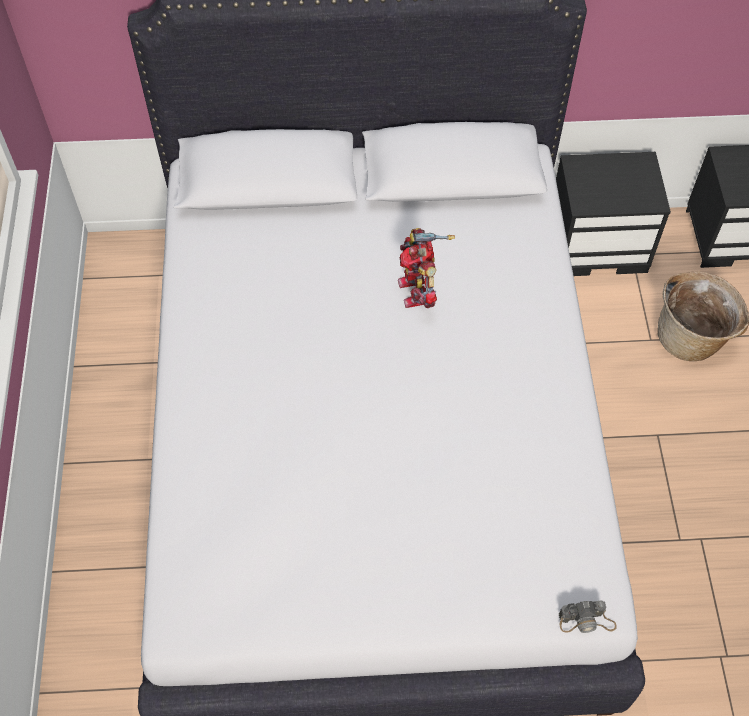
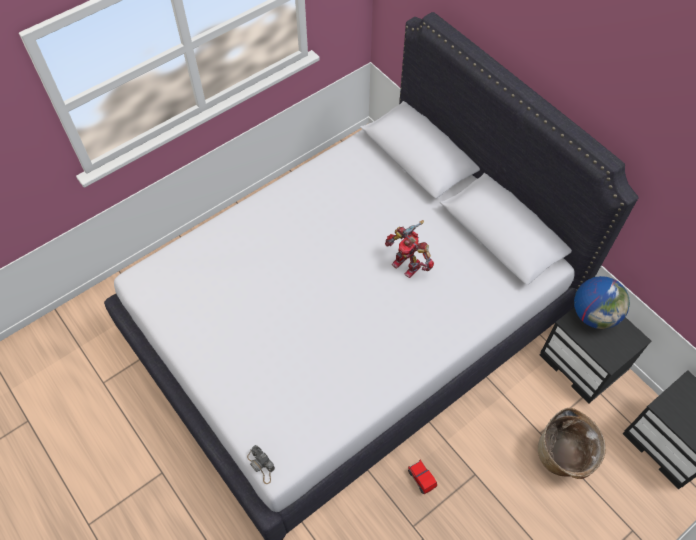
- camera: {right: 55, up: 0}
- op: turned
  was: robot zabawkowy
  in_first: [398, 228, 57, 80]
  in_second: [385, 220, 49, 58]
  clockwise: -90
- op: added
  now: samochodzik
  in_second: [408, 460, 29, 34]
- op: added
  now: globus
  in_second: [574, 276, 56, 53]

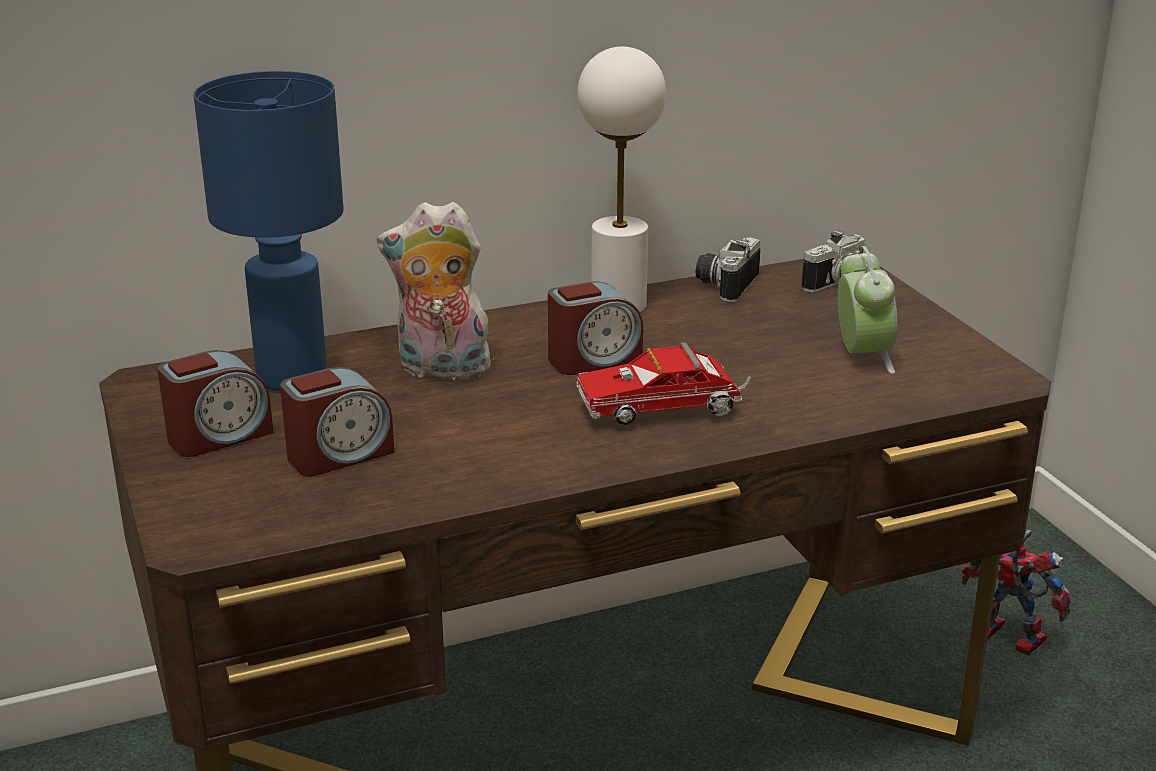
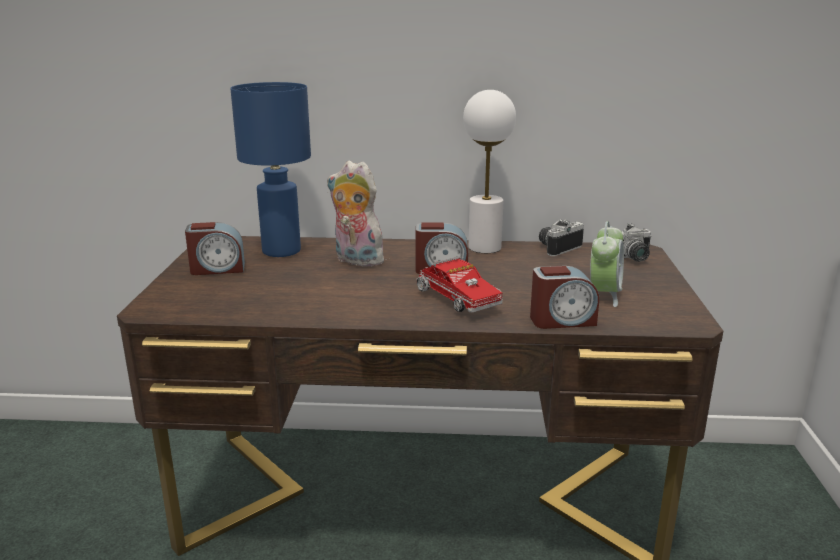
- camera: {right: 25, up: -5}
- op: turned
  was: ciężarówka zabawkowa
  in_first: [576, 342, 175, 83]
  in_second: [417, 256, 86, 57]
  clockwise: -135
- op: moved
  was: budzik
  in_first: [280, 367, 114, 109]
  in_second: [530, 266, 69, 63]
- op: removed
  was: robot zabawkowy
  in_first: [962, 530, 108, 126]

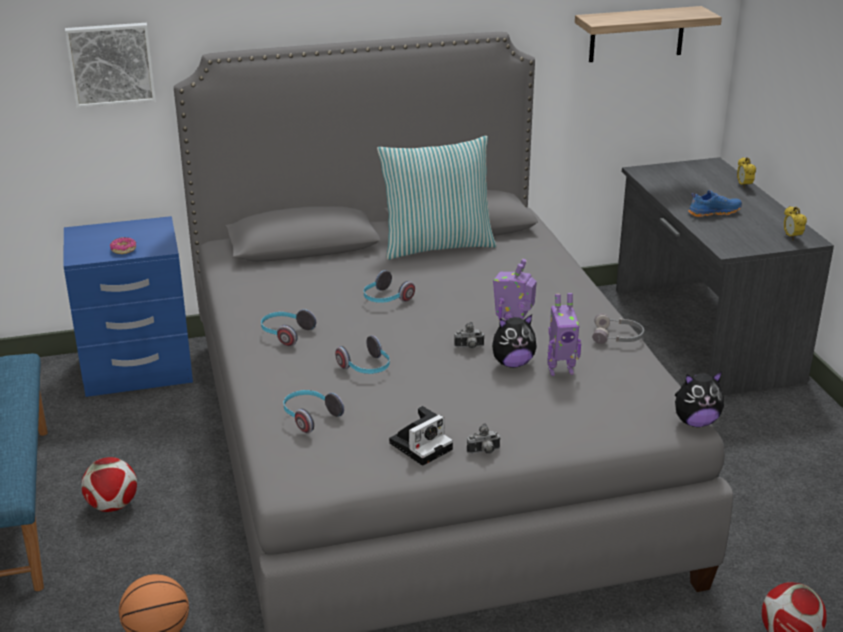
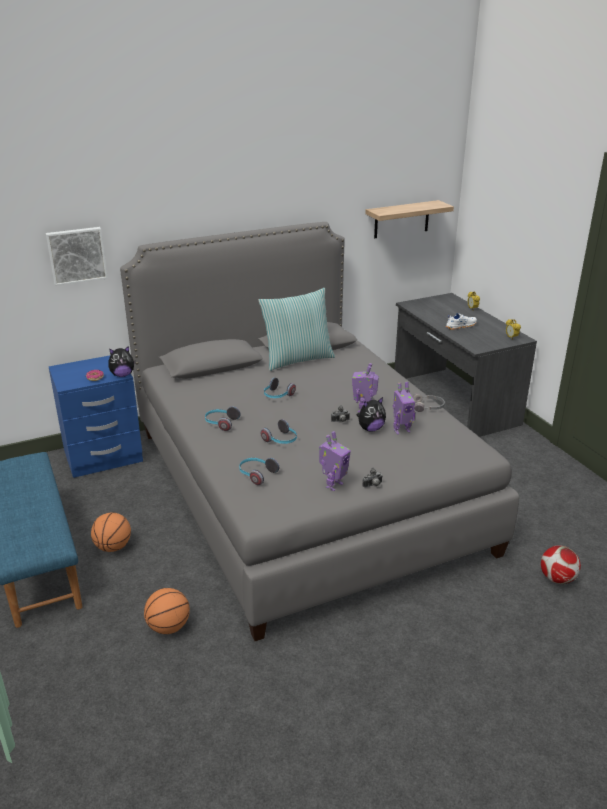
- camera: {right: -10, up: 0}
- op: replaced
  was: piłka futbolowa
  now: piłka do koszykówki
  in_first: [81, 457, 56, 55]
  in_second: [91, 512, 40, 40]
- op: moved
  was: pluszak
  in_first: [675, 371, 49, 56]
  in_second: [108, 346, 27, 31]
- op: replaced
  was: aparat fotograficzny
  now: robot zabawkowy
  in_first: [389, 406, 64, 60]
  in_second: [319, 431, 32, 60]
- op: recoloured
  was: but/niebieski
  now: but/biały
  in_first: [688, 190, 54, 27]
  in_second: [446, 313, 31, 17]

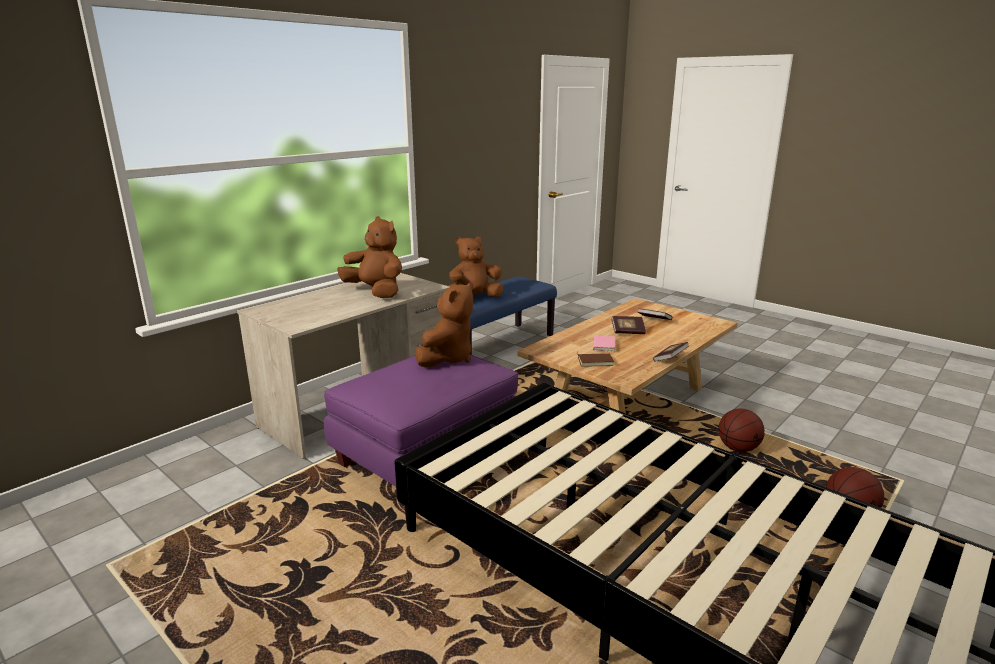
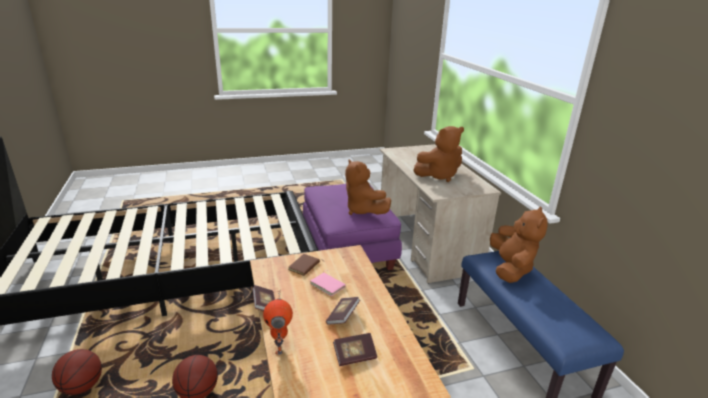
- camera: {right: 120, up: 5}
- op: added
  now: robot zabawkowy
  in_second: [263, 289, 30, 66]

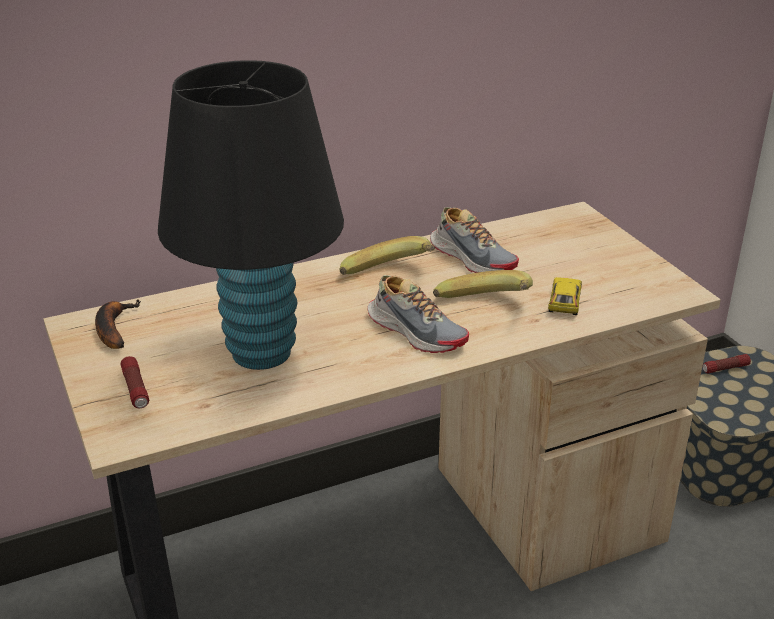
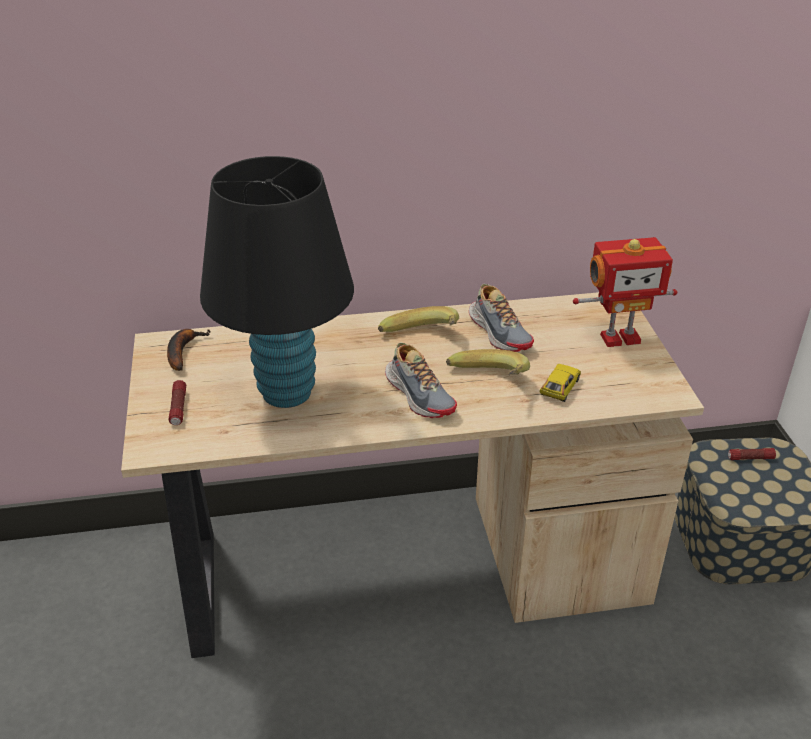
- camera: {right: 15, up: 5}
- op: added
  now: robot zabawkowy
  in_second: [573, 237, 105, 110]

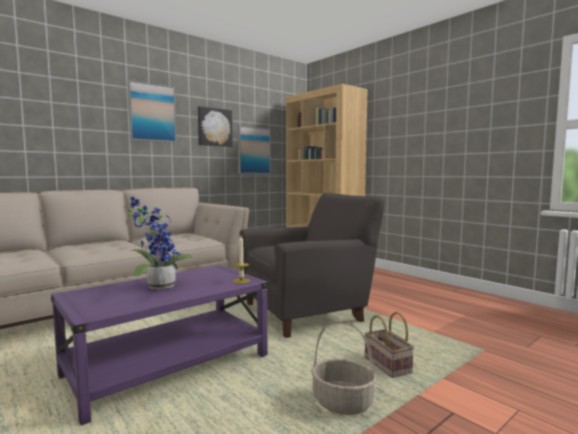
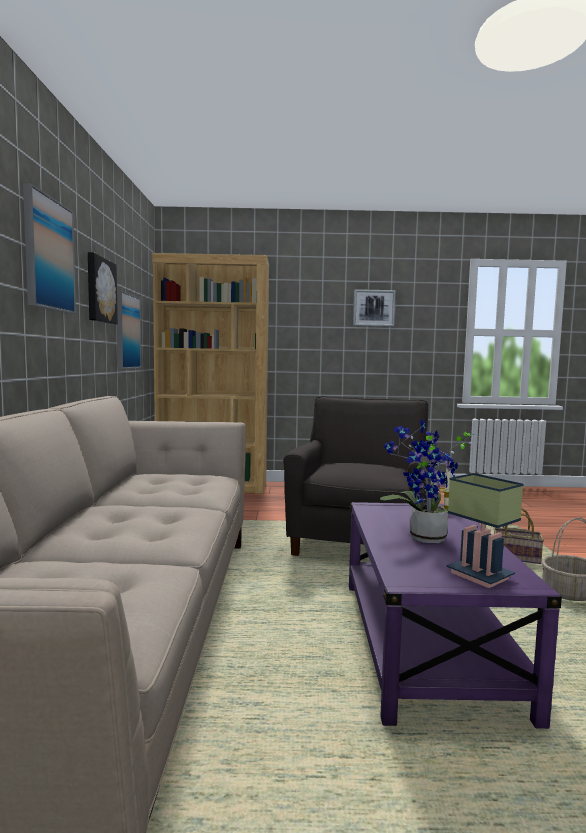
- camera: {right: -50, up: 0}
- op: added
  now: obraz
  in_second: [353, 289, 43, 38]
- op: added
  now: lampa stołowa
  in_second: [446, 473, 77, 115]

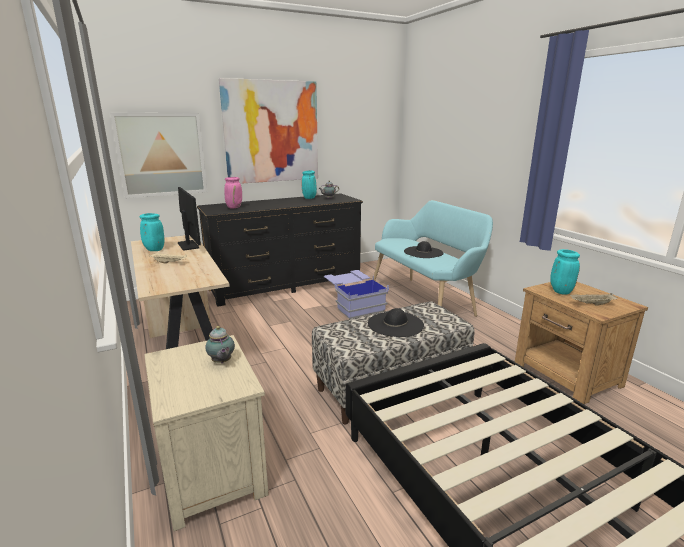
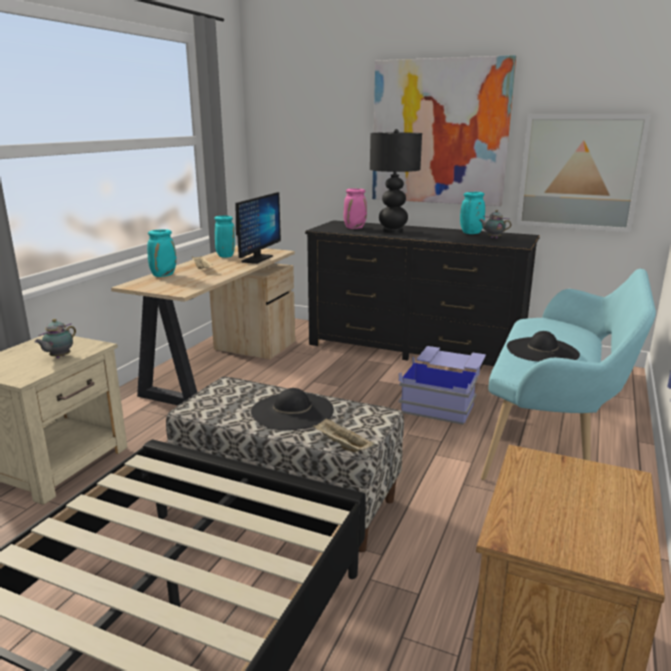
- camera: {right: 50, up: 0}
- op: moved
  was: wazon/turkusowy
  in_first: [550, 249, 30, 46]
  in_second: [147, 229, 30, 48]
- op: moved
  was: taca/beżowy
  in_first: [570, 293, 48, 13]
  in_second: [313, 418, 62, 34]
- op: added
  now: lampa stołowa/czarny
  in_second: [370, 129, 52, 104]
- op: moved
  was: obraz
  in_first: [110, 113, 97, 85]
  in_second: [516, 115, 135, 117]

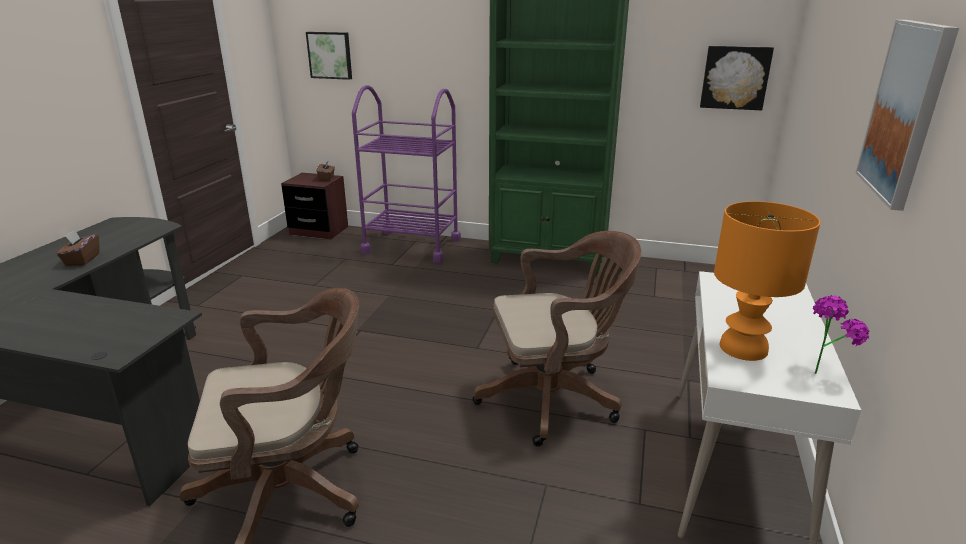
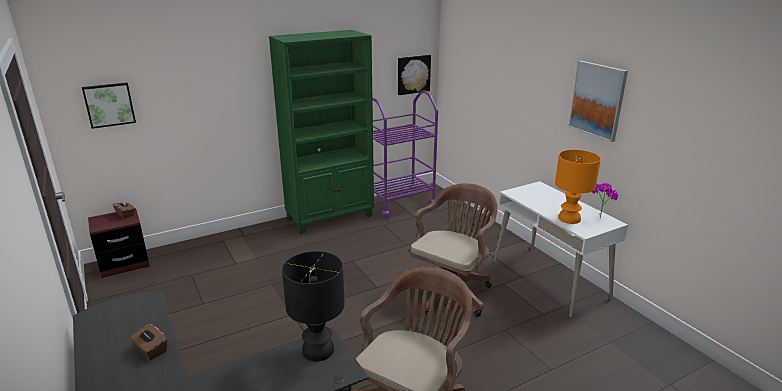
- camera: {right: -45, up: 0}
- op: added
  now: lampa stołowa/czarny
  in_second: [282, 251, 63, 110]
- op: moved
  was: wózek/fioletowy
  in_first: [352, 85, 109, 178]
  in_second: [372, 90, 66, 129]

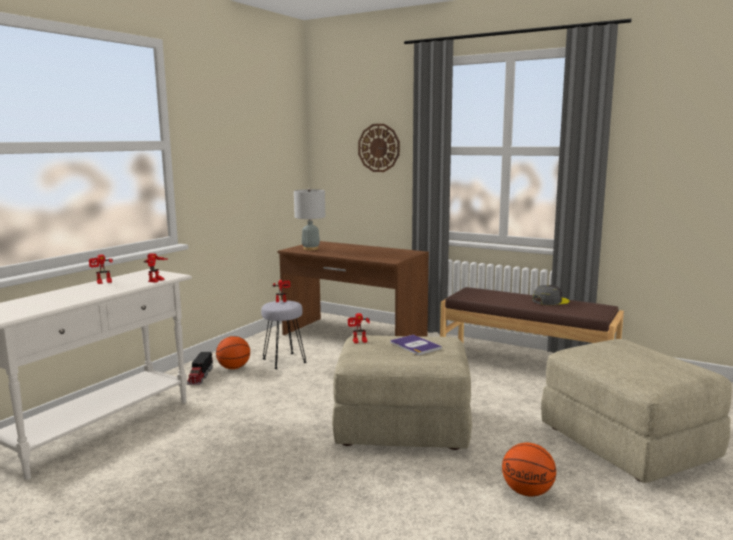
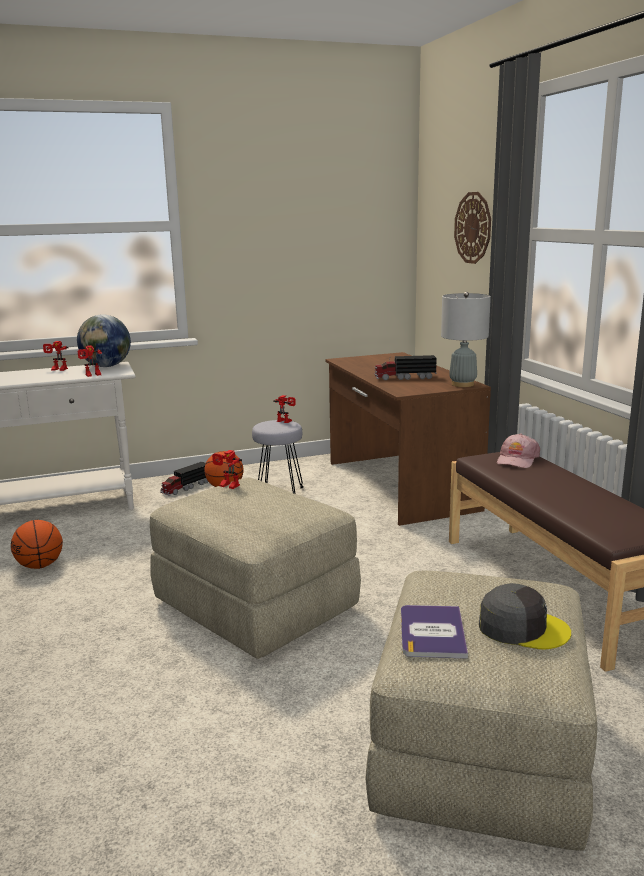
- camera: {right: 40, up: 5}
- op: moved
  was: piłka do koszykówki
  in_first: [502, 443, 54, 54]
  in_second: [11, 520, 52, 49]
- op: added
  now: globus
  in_second: [77, 314, 54, 53]
- op: added
  now: ciężarówka zabawkowa
  in_second: [374, 355, 63, 25]
- op: moved
  was: książka
  in_first: [391, 335, 51, 20]
  in_second: [401, 605, 67, 54]
- op: moved
  was: lampa stołowa/szary
  in_first: [294, 188, 31, 62]
  in_second: [441, 292, 50, 95]
- op: moved
  was: czapka z daszkiem/szary
  in_first: [532, 285, 37, 20]
  in_second: [479, 583, 92, 67]
- op: added
  now: czapka z daszkiem/różowy
  in_second: [497, 433, 43, 35]

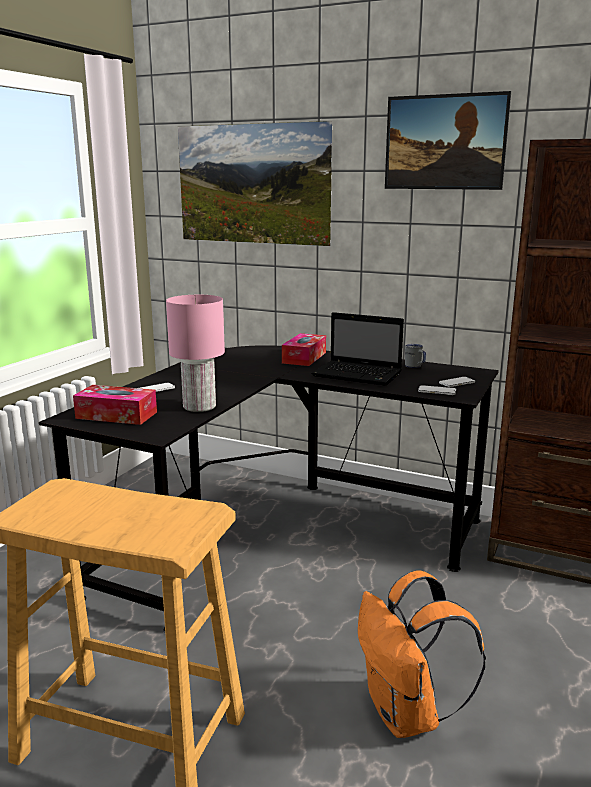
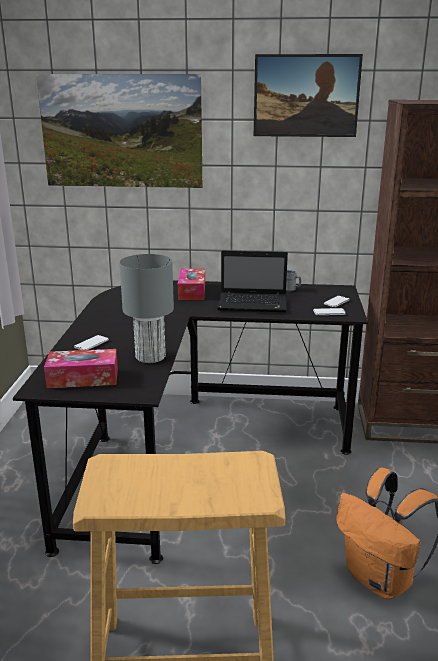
- camera: {right: -20, up: 5}
- op: recoloured
  was: lampa stołowa/różowy
  now: lampa stołowa/szary
  in_first: [166, 295, 59, 117]
  in_second: [119, 254, 55, 109]

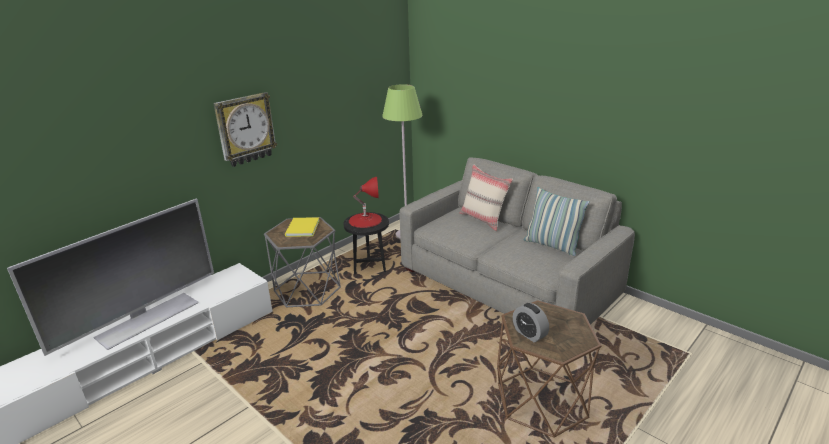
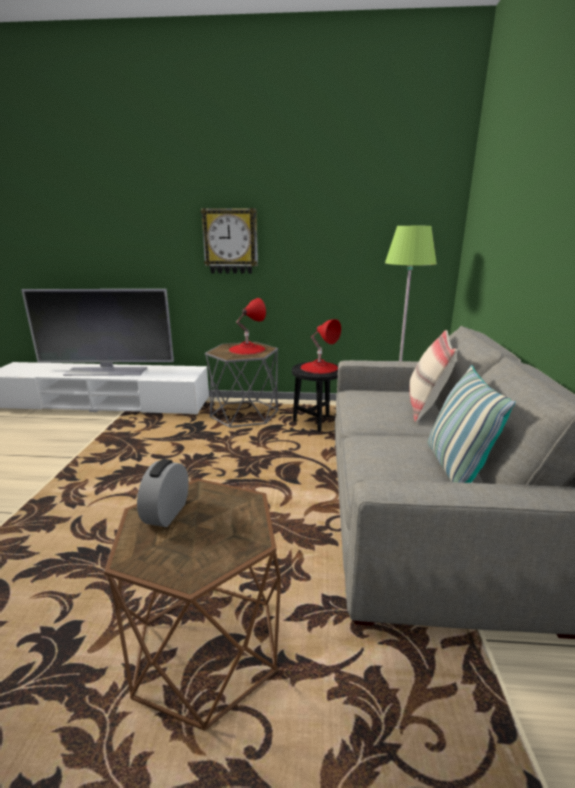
- camera: {right: 50, up: -5}
- op: replaced
  was: książka/żółty
  now: lampa stołowa/czerwony
  in_first: [285, 217, 35, 20]
  in_second: [229, 298, 37, 57]

